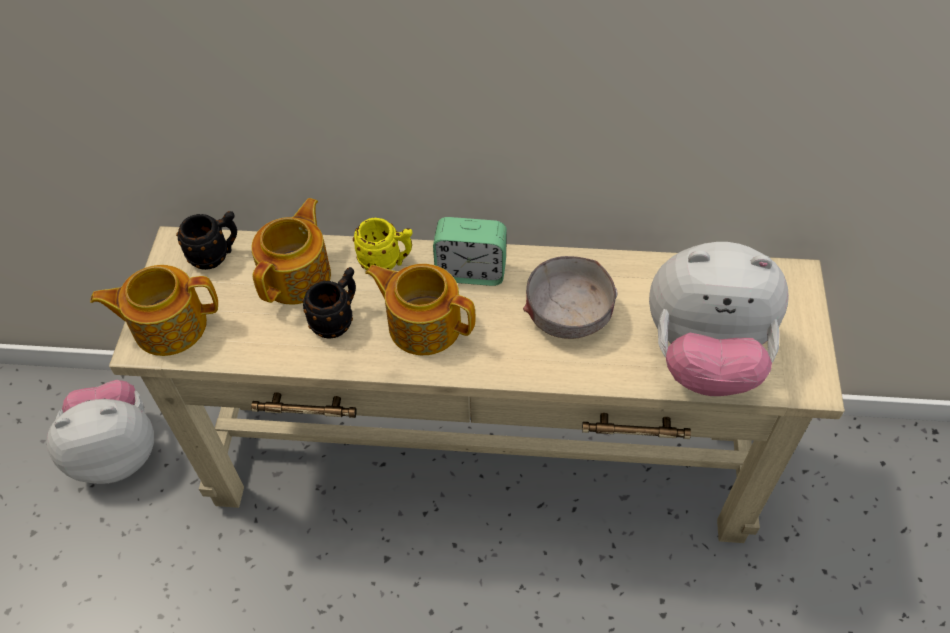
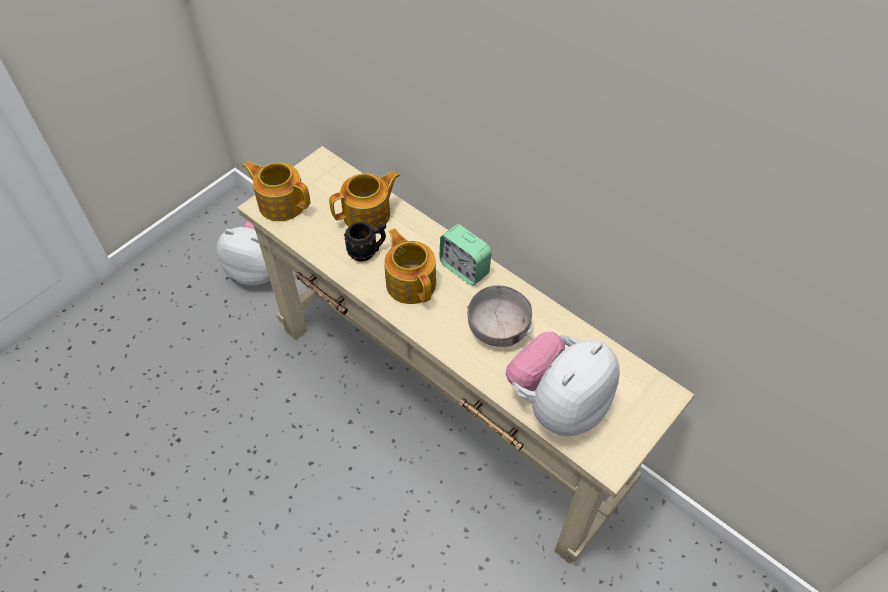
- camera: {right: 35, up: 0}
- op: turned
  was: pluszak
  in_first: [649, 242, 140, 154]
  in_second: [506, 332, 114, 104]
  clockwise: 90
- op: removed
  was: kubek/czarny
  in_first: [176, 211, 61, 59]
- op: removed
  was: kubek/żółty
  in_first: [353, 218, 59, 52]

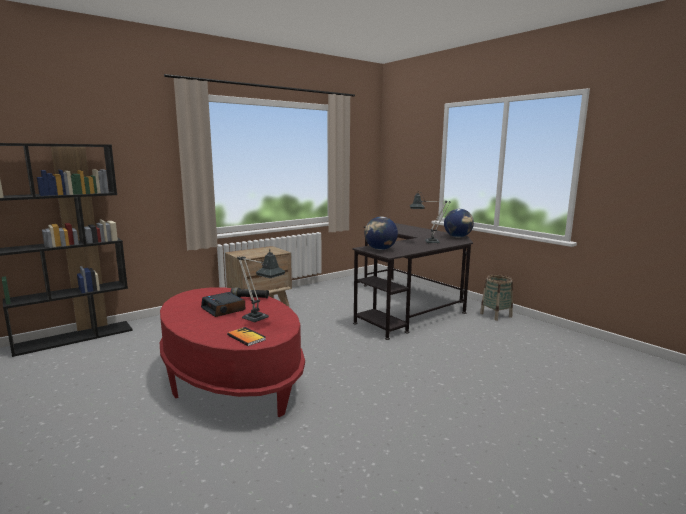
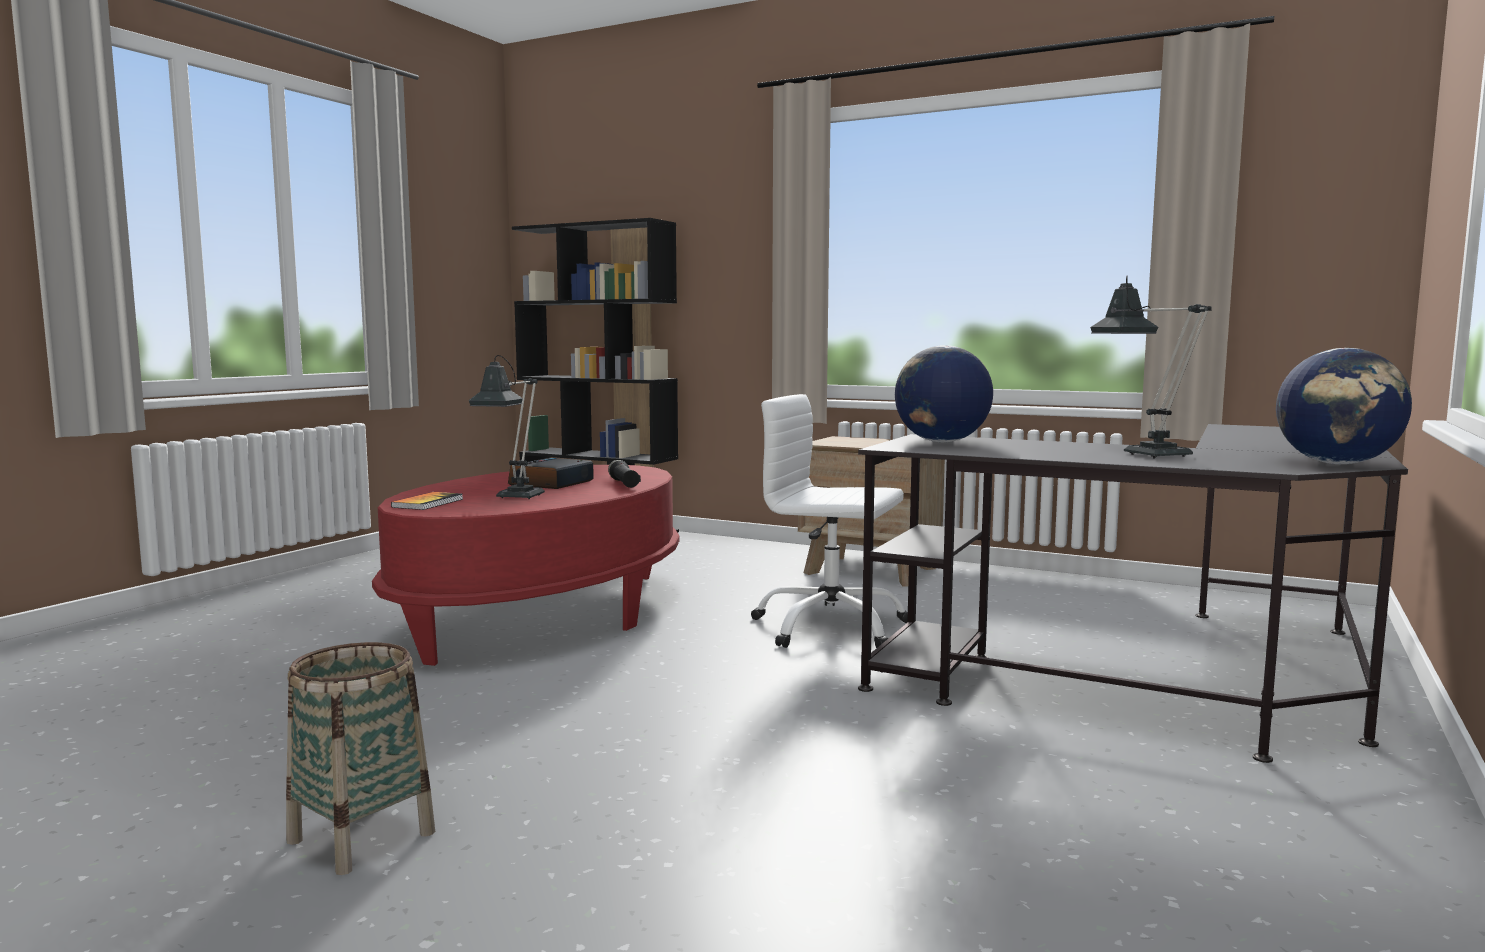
- camera: {right: 65, up: -5}
- op: moved
  was: koszyk
  in_first: [480, 274, 33, 47]
  in_second: [286, 642, 149, 233]
- op: added
  now: krzesło biurowe/biały
  in_second: [751, 394, 157, 254]

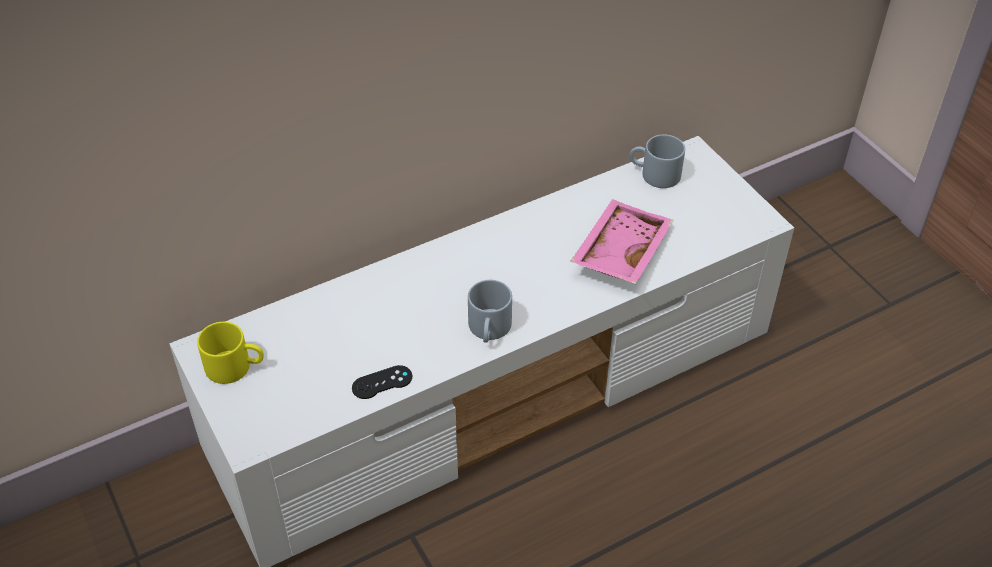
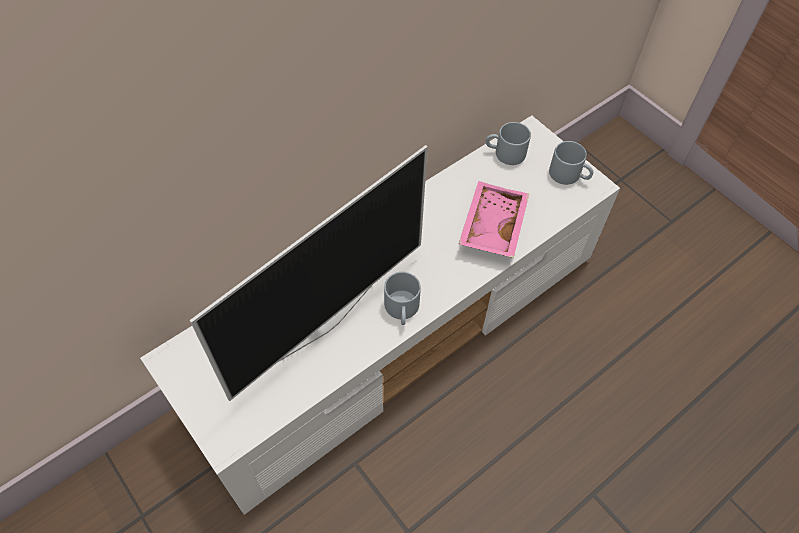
- camera: {right: -10, up: 10}
- op: added
  now: telewizor
  in_second: [190, 145, 238, 256]
- op: added
  now: kubek/szary
  in_second: [549, 141, 44, 44]
- op: removed
  was: kubek/żółty
  in_first: [197, 322, 67, 62]
- op: removed
  was: pad do gier/czarny
  in_first: [352, 365, 60, 34]

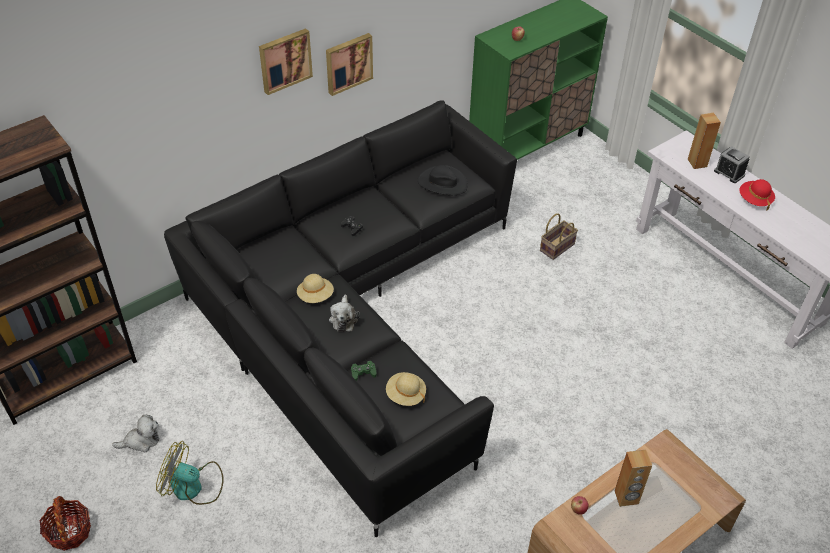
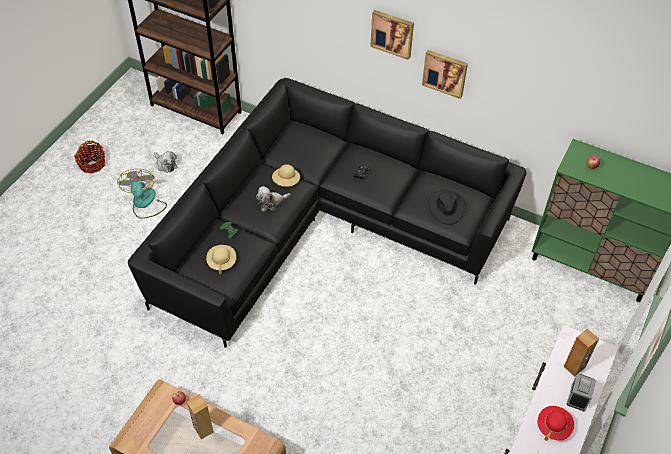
- camera: {right: 65, up: 5}
- op: removed
  was: koszyk
  in_first: [540, 213, 38, 47]

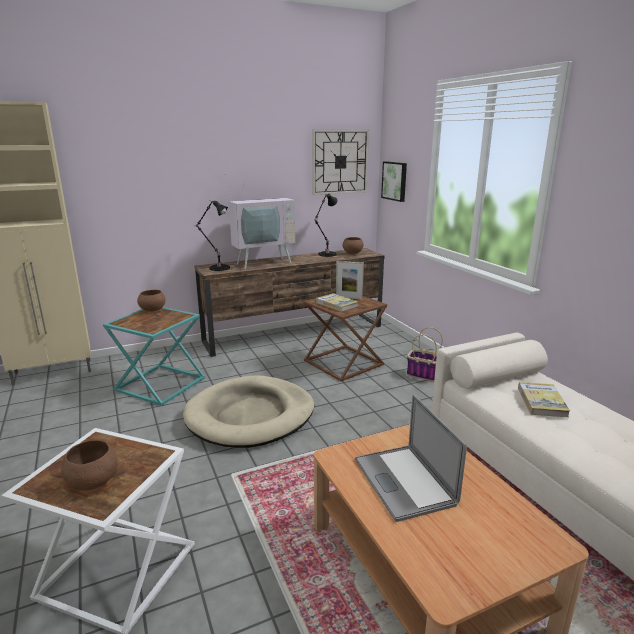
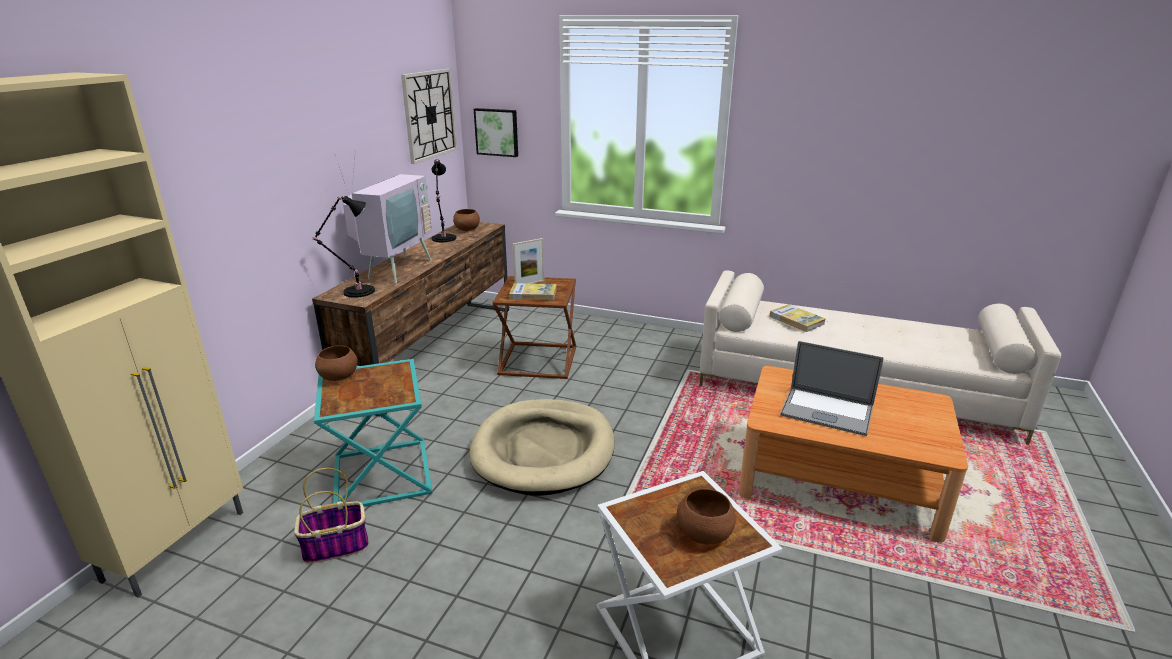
- camera: {right: -45, up: 5}
- op: moved
  was: koszyk
  in_first: [407, 327, 36, 55]
  in_second: [294, 468, 75, 95]

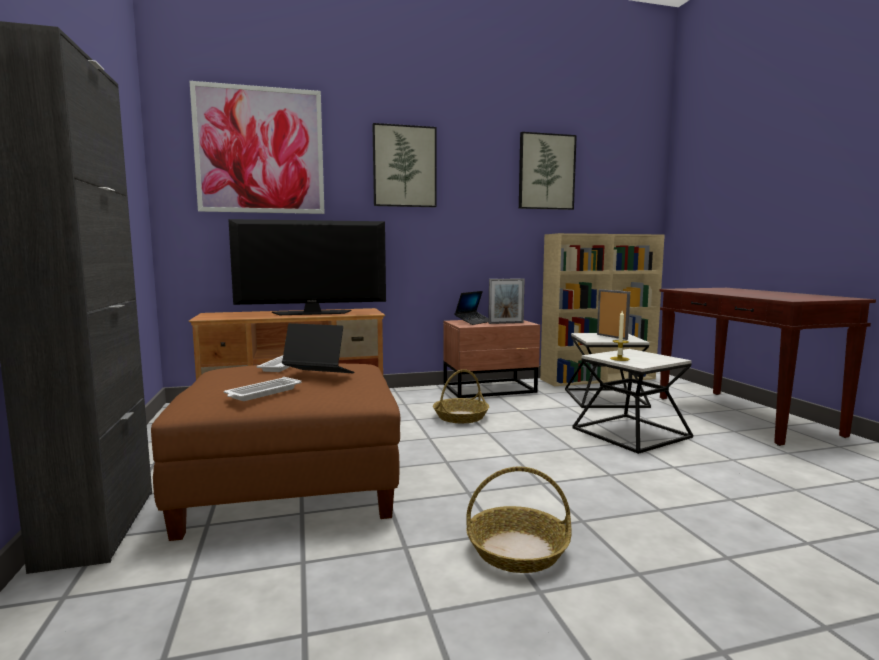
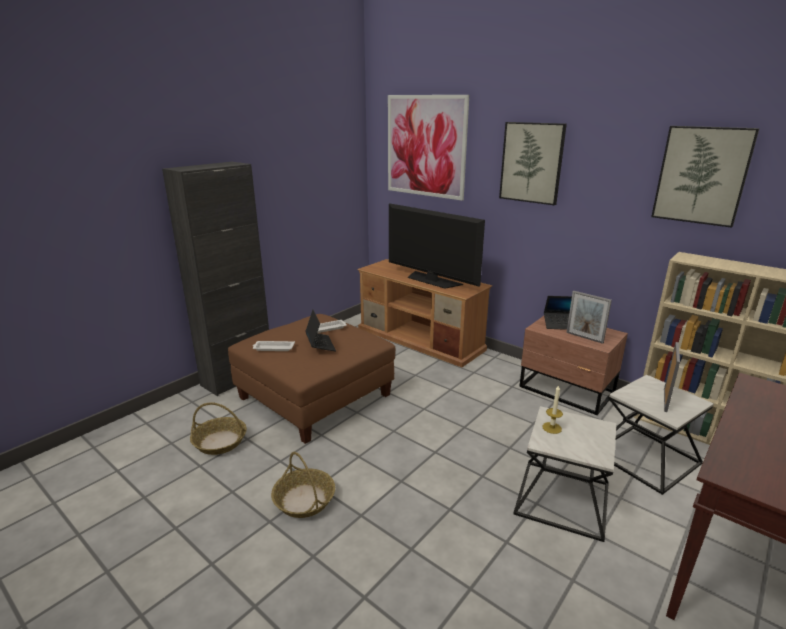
- camera: {right: 55, up: 15}
- op: moved
  was: koszyk
  in_first: [433, 369, 56, 54]
  in_second: [190, 402, 57, 53]

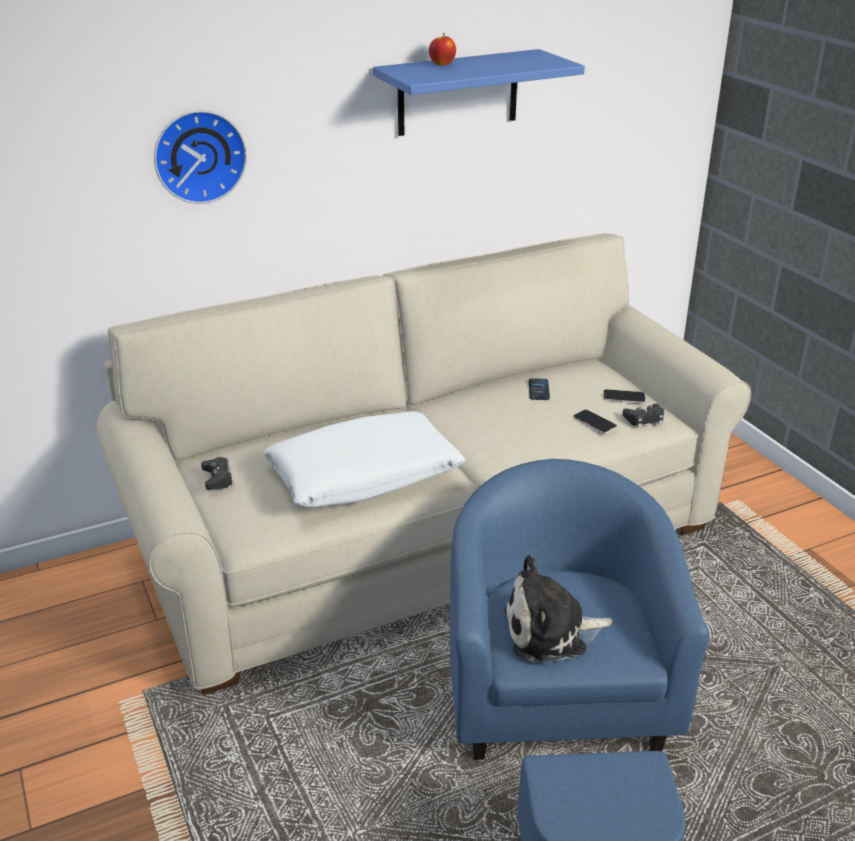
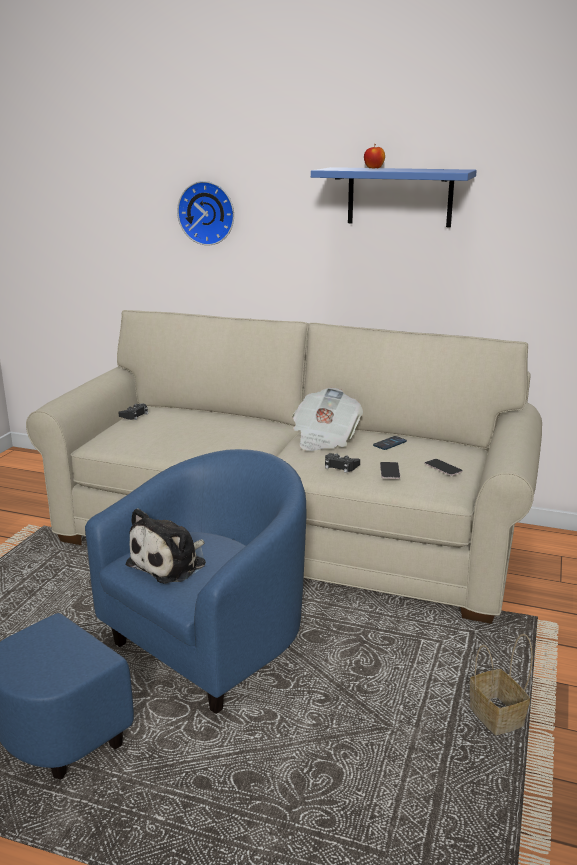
- camera: {right: 45, up: -10}
- op: turned
  was: pluszak
  in_first: [504, 555, 108, 108]
  in_second: [126, 508, 80, 76]
  clockwise: -90
- op: added
  now: gazeta
  in_second: [292, 388, 71, 63]
- op: moved
  was: pad do gier/czarny
  in_first: [622, 404, 42, 24]
  in_second: [325, 453, 35, 20]
- op: added
  now: koszyk
  in_second: [469, 634, 64, 101]
- op: removed
  was: poduszka/biały
  in_first: [263, 411, 202, 96]

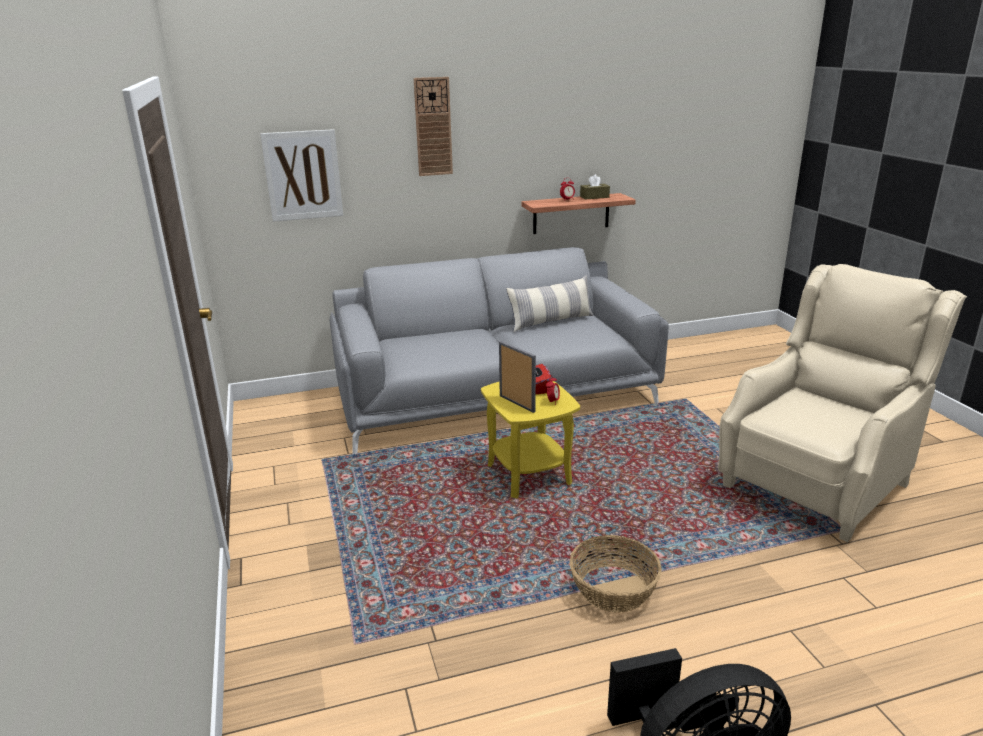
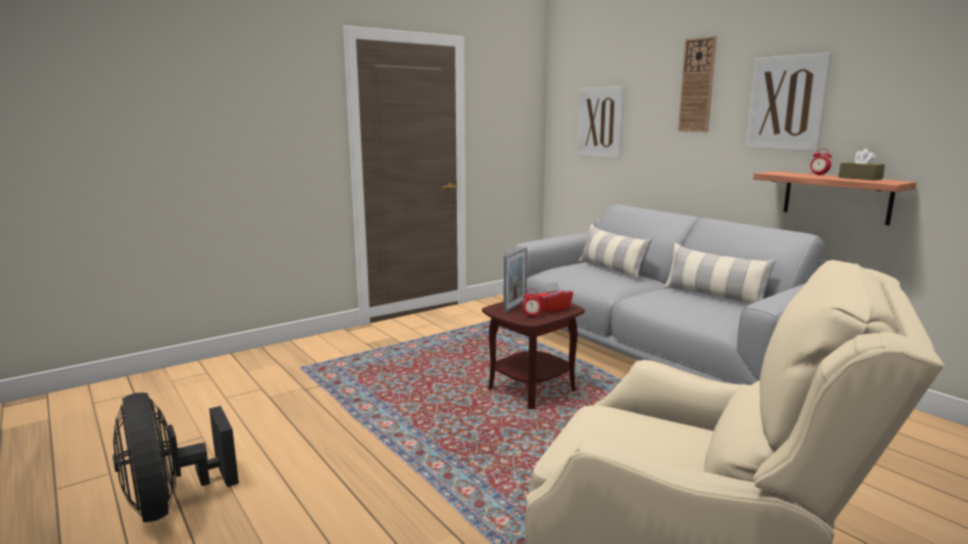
- camera: {right: 70, up: -10}
- op: recoloured
  was: stolik/żółty
  now: stolik/brązowy
  in_first: [481, 381, 99, 117]
  in_second: [482, 294, 103, 115]
- op: added
  now: poduszka
  in_second: [579, 224, 73, 56]
- op: added
  now: obraz
  in_second: [745, 52, 87, 99]
- op: removed
  was: koszyk
  in_first: [569, 535, 93, 78]

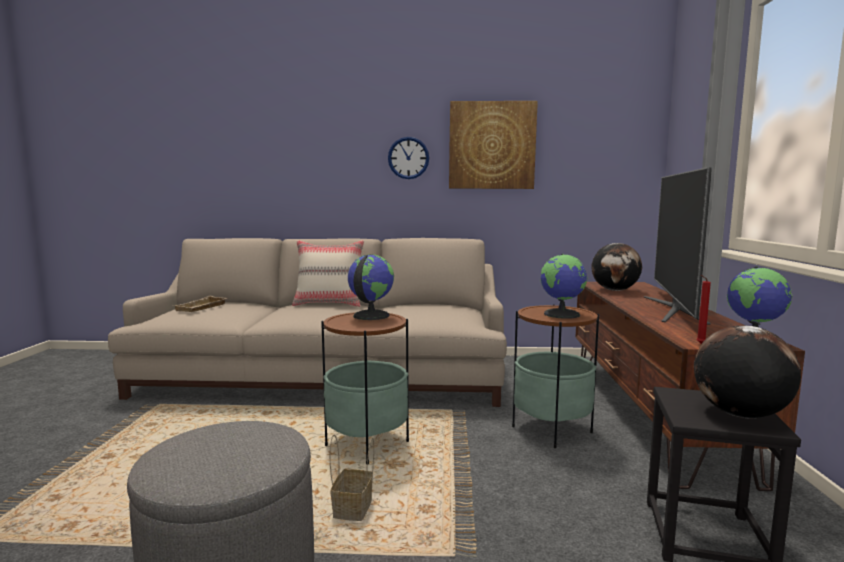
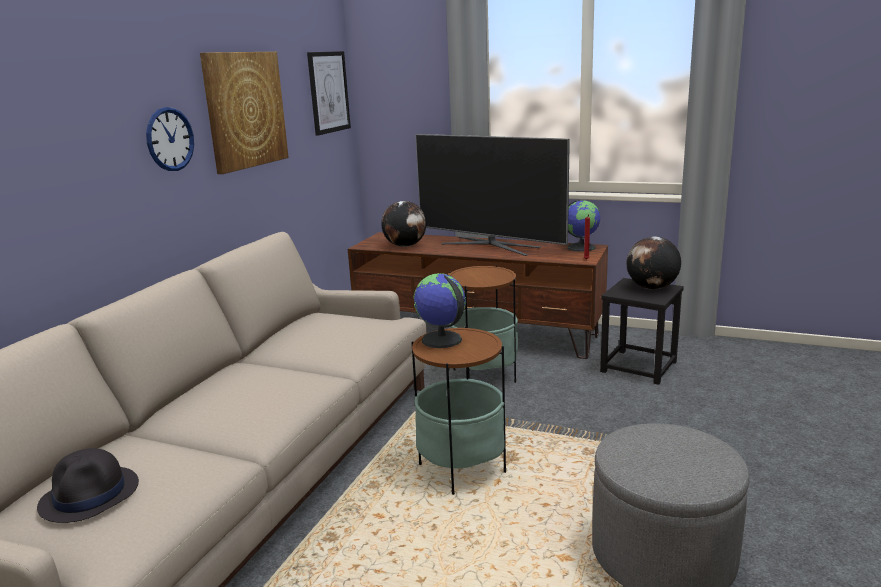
- camera: {right: -70, up: 10}
- op: replaced
  was: taca/beżowy
  now: kapelusz/czarny
  in_first: [174, 296, 53, 16]
  in_second: [37, 448, 102, 75]
- op: added
  now: obraz
  in_second: [307, 51, 44, 85]
- op: removed
  was: poduszka/beżowy
  in_first: [292, 240, 72, 67]
- op: removed
  was: koszyk
  in_first: [330, 434, 44, 87]
- op: removed
  was: globus
  in_first: [540, 254, 47, 65]

